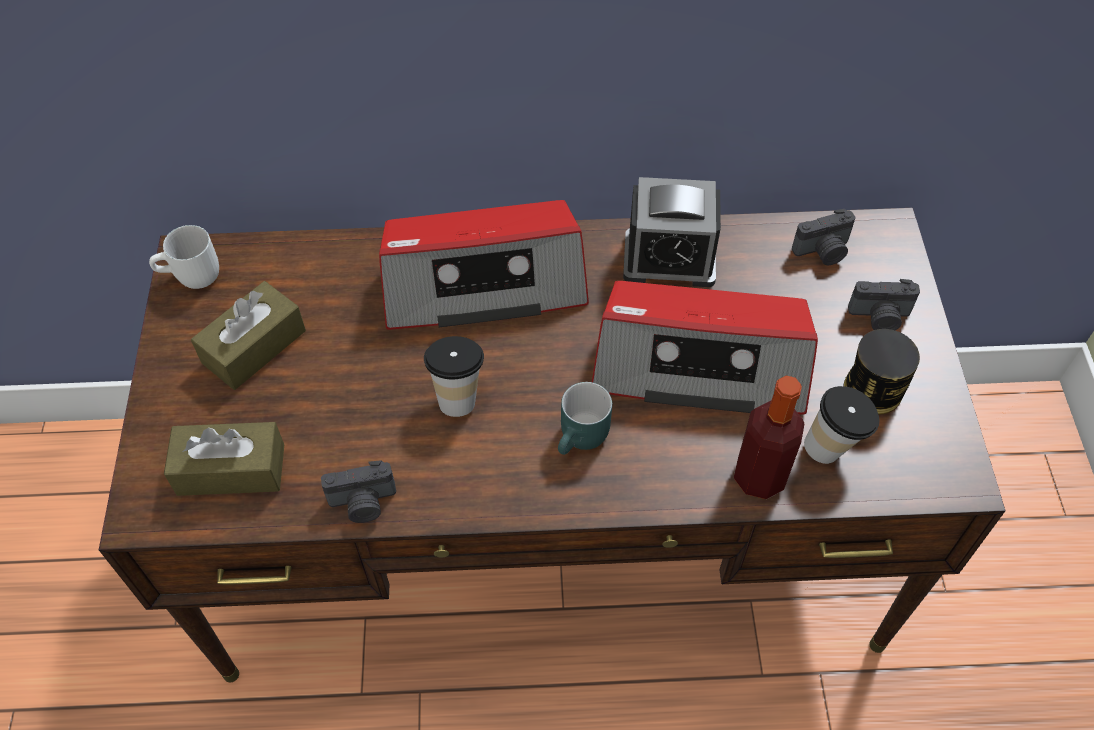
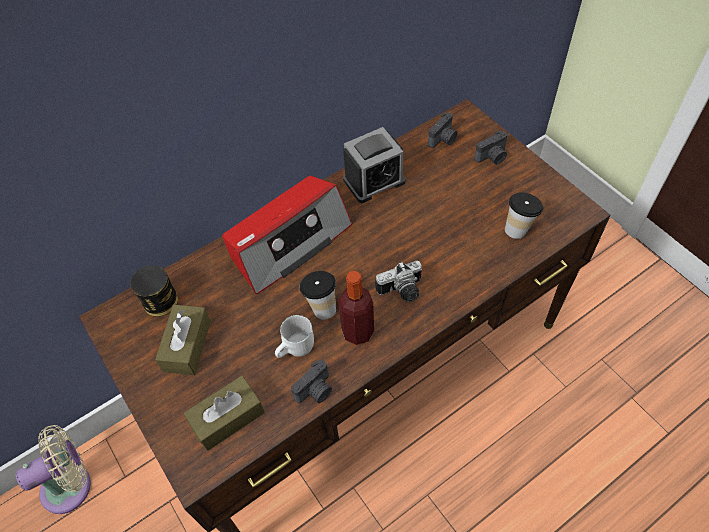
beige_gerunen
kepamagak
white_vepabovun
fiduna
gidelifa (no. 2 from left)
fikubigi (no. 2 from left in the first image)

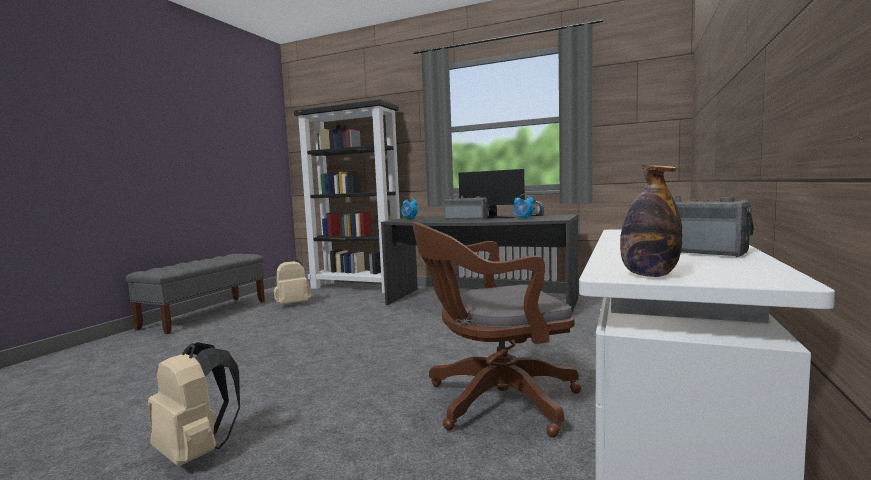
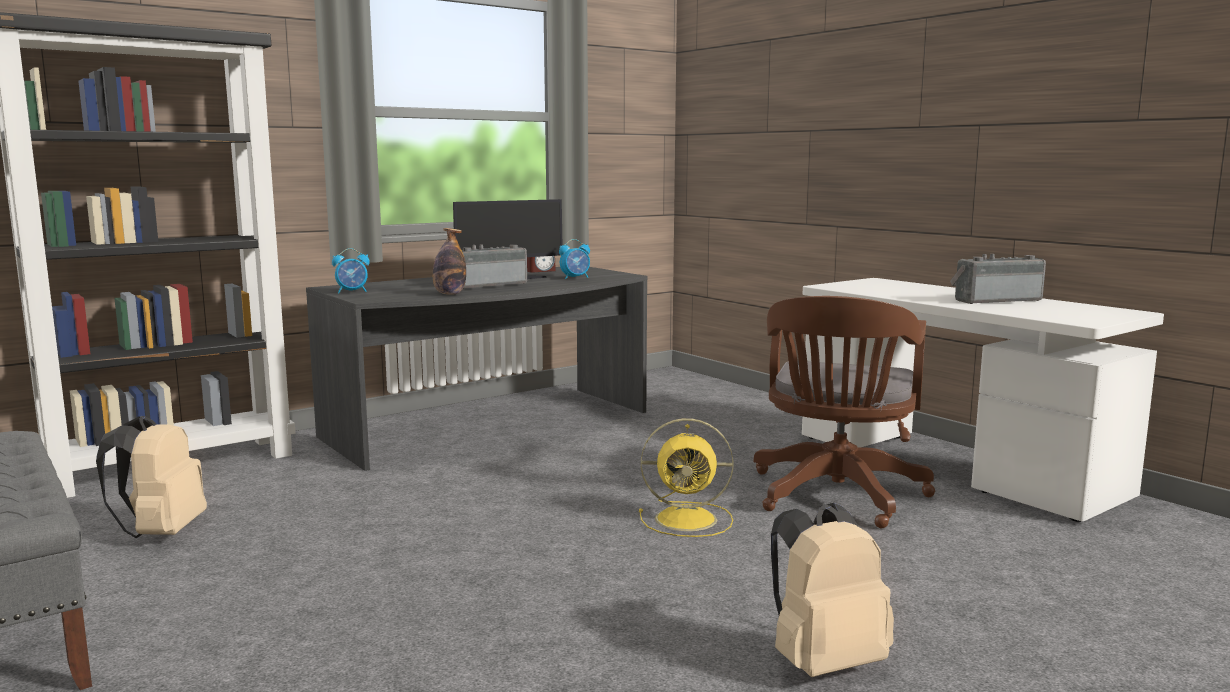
fiduna
yellow_gerunen

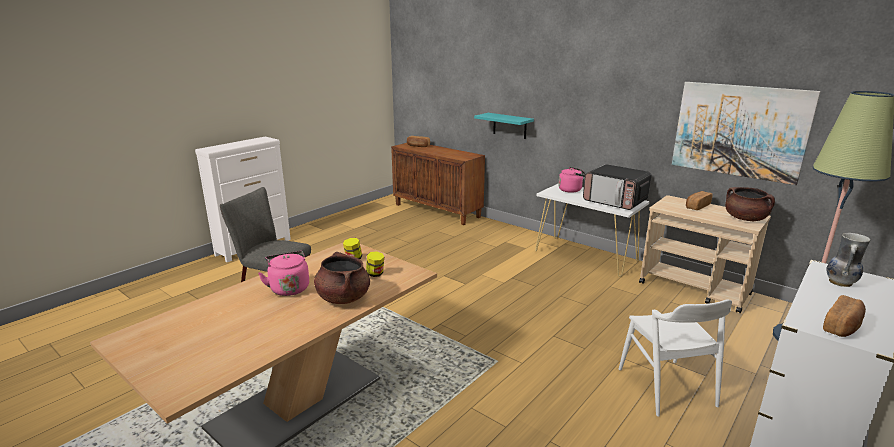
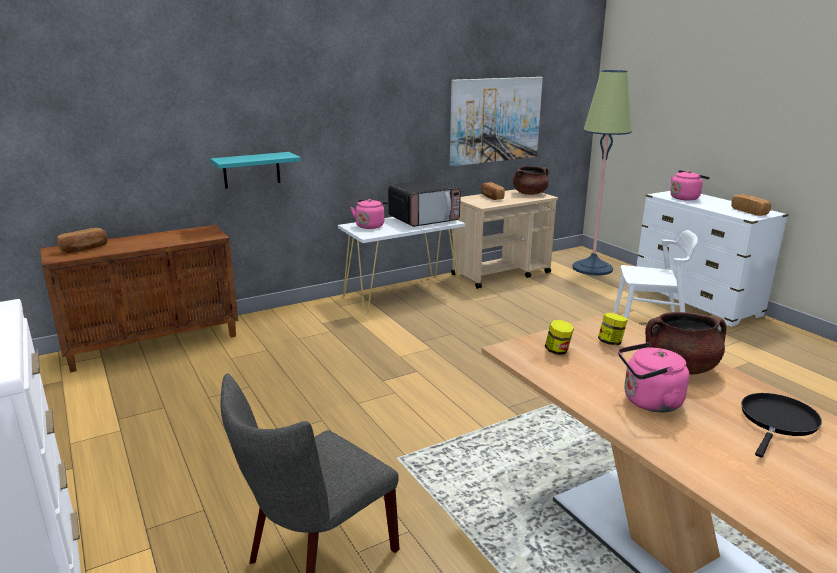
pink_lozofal (no. 3 from left)
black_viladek

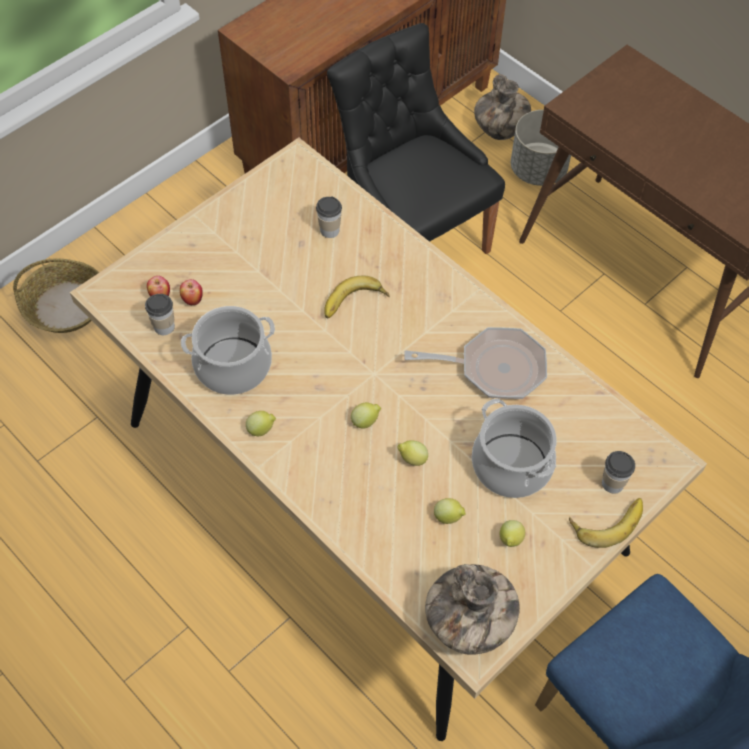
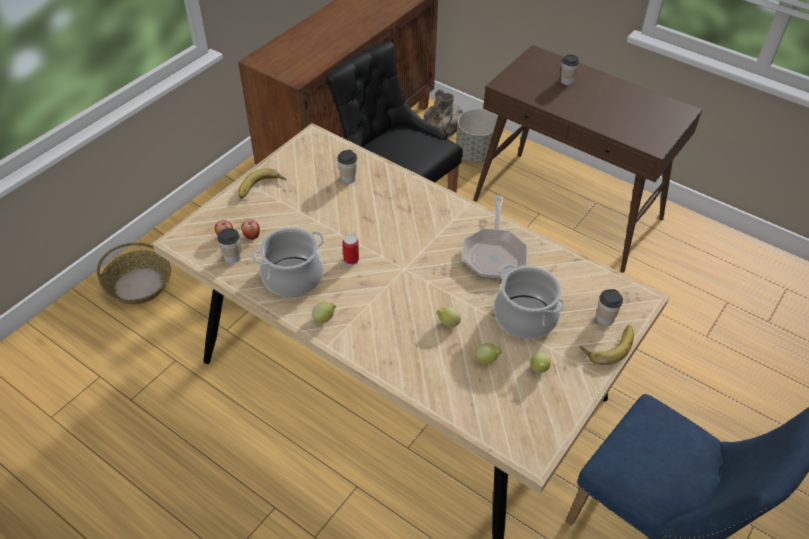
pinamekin (no. 1 from left)
kepamagak
viladek
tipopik (no. 3 from left)
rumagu (no. 2 from left in the first image)
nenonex (no. 1 from left in the first image)

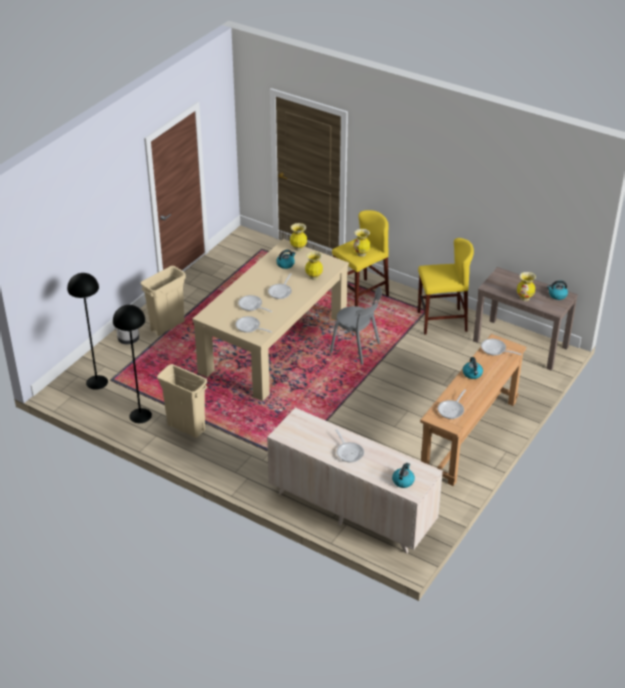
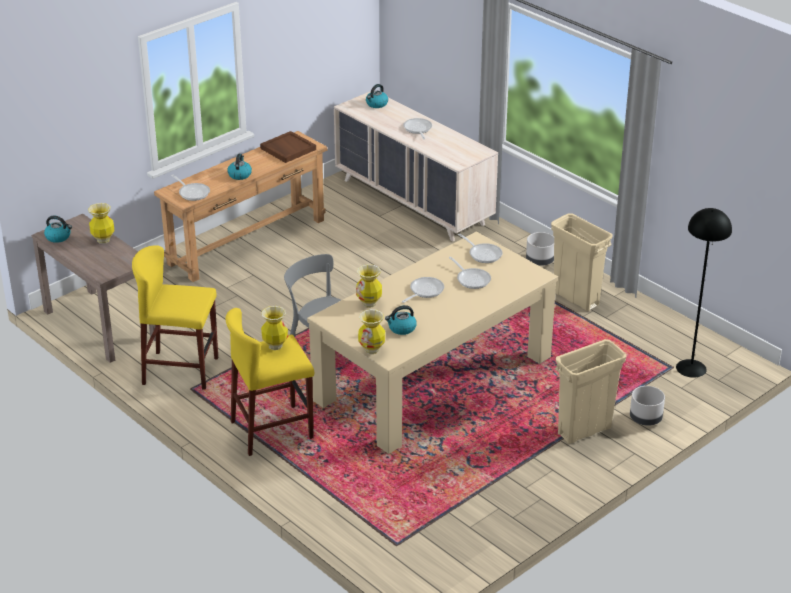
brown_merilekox
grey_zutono (no. 1 from left)
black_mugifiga (no. 2 from left in the first image)

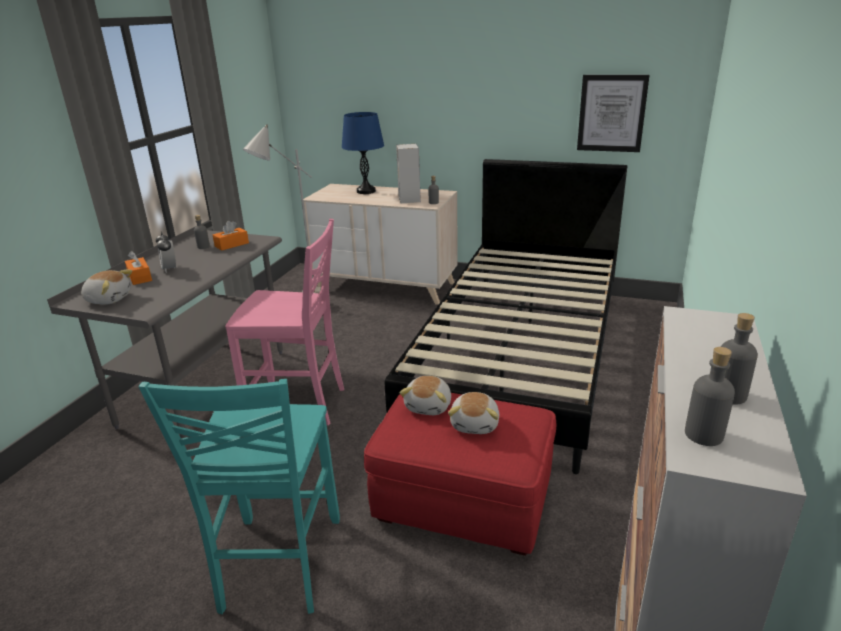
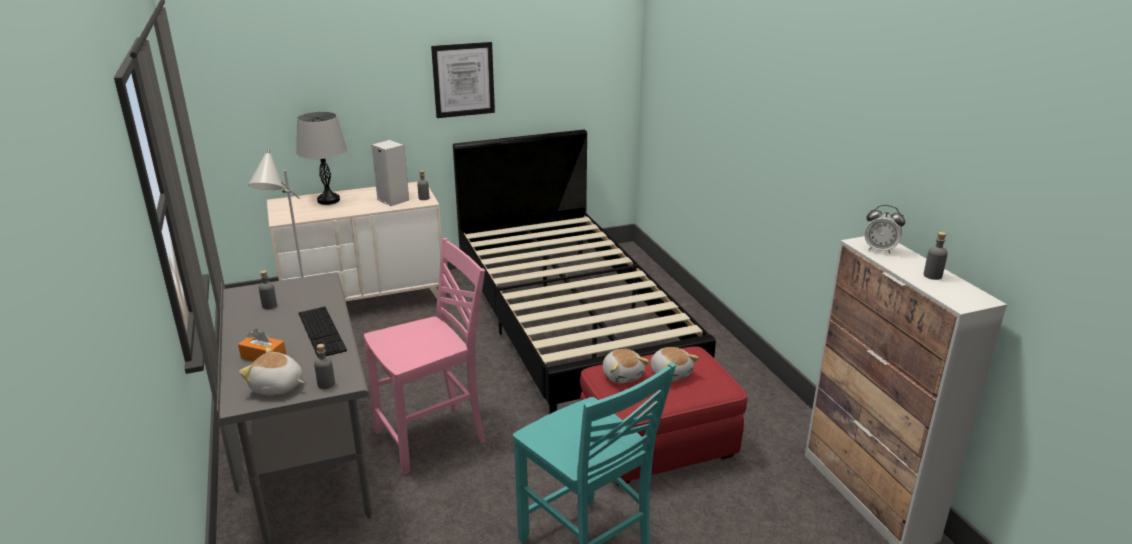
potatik (no. 1 from left)
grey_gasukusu
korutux
grey_fiduna (no. 2 from left)
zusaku
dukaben
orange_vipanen (no. 2 from left in the first image)

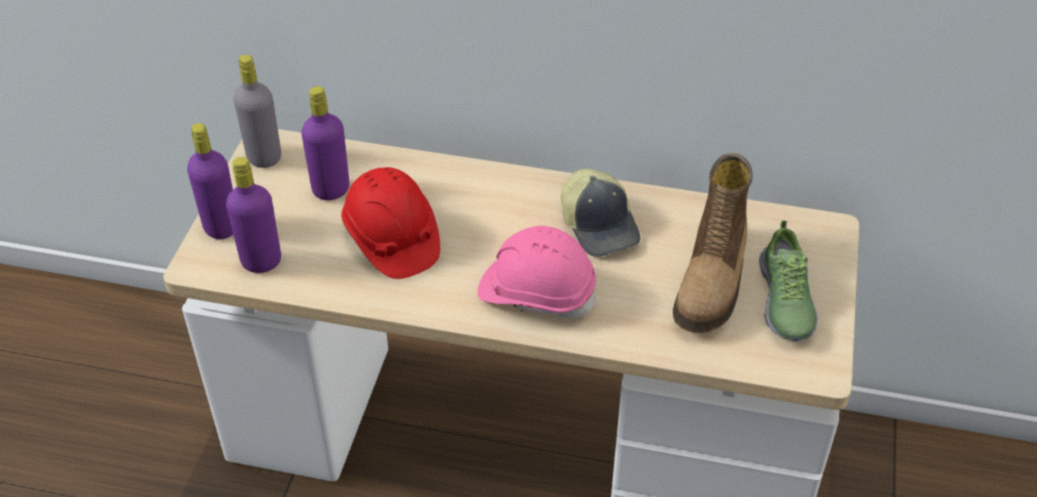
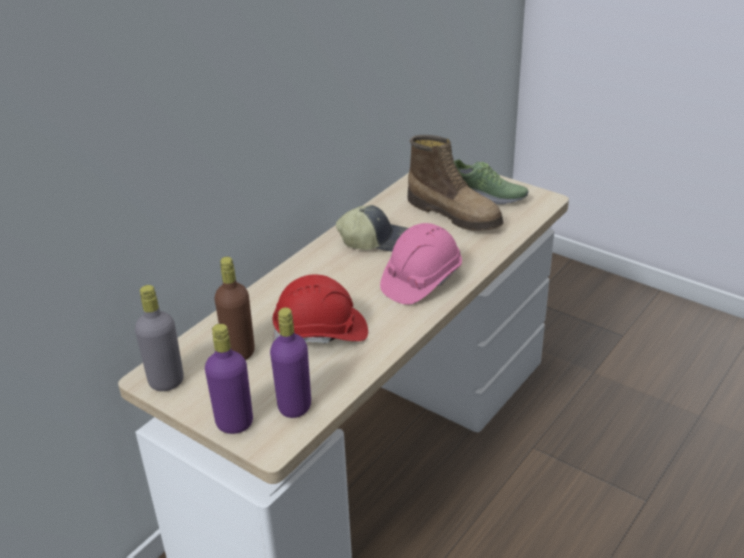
brown_fiduna

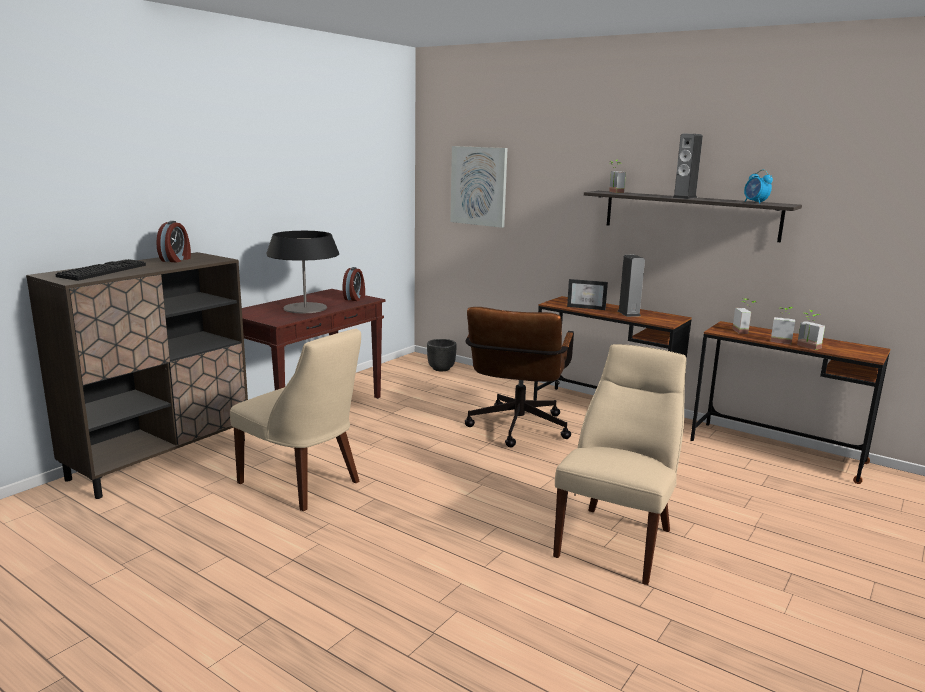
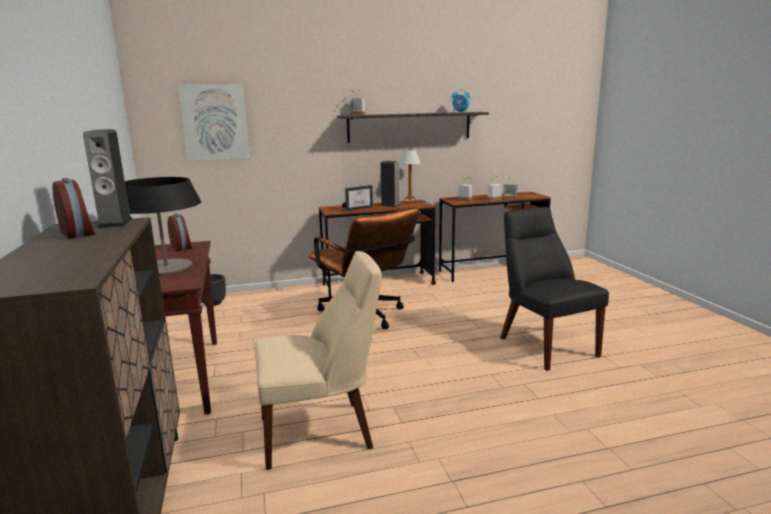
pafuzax (no. 1 from left)
gasukusu (no. 2 from left)
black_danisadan
korutux

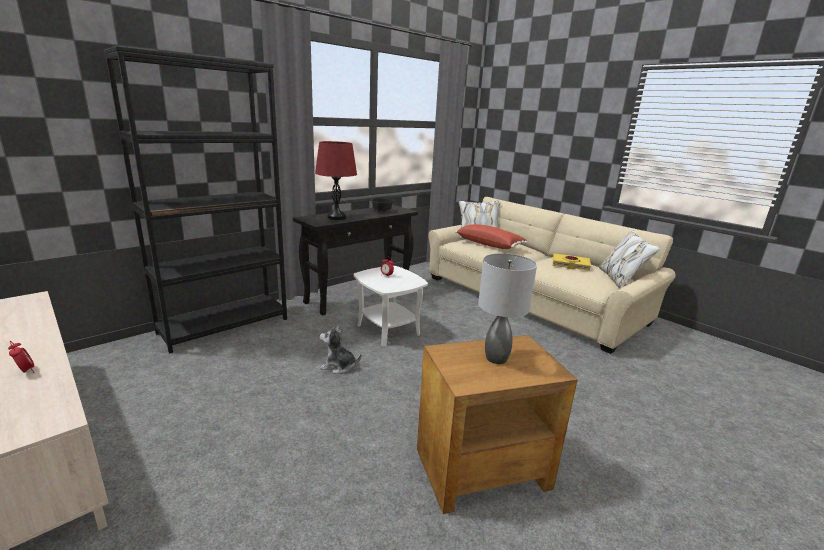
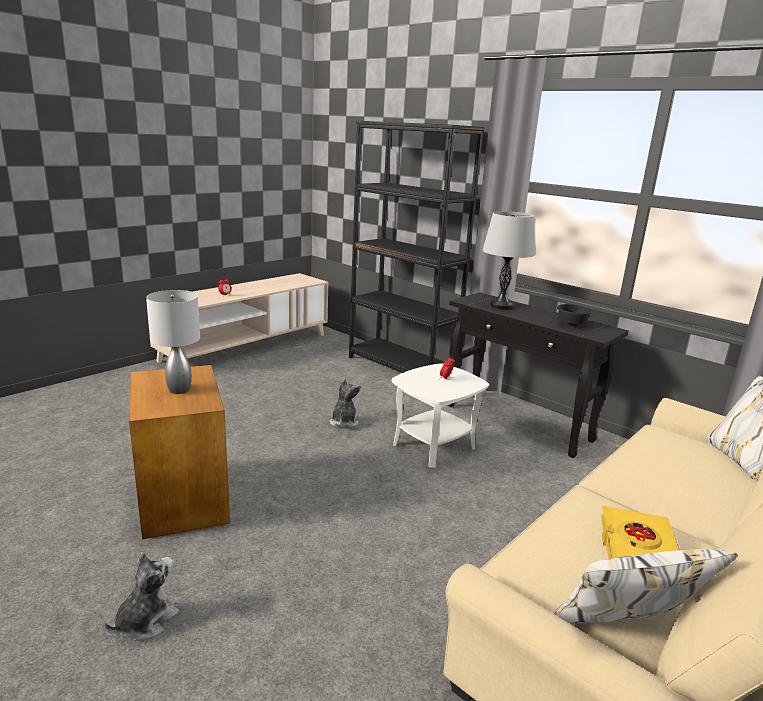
potatik (no. 1 from left)
grey_gasukusu (no. 2 from left)
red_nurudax

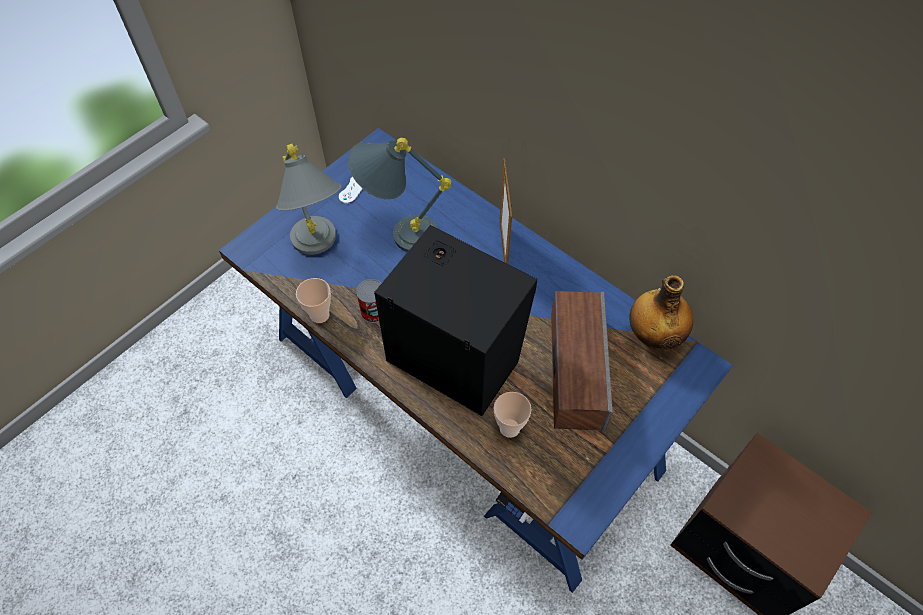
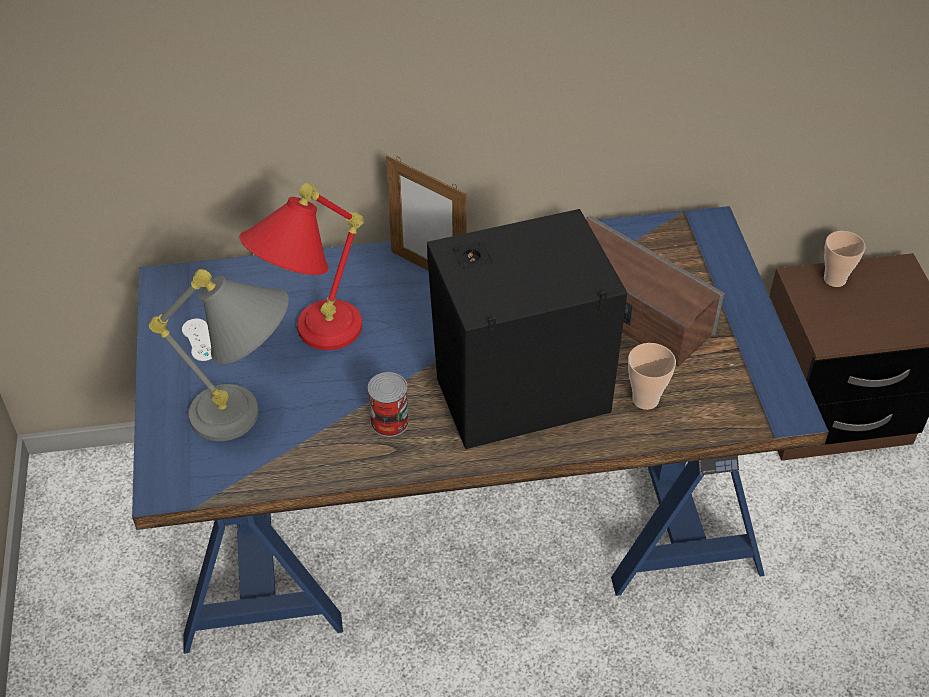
red_gasukusu
tipopik (no. 2 from left)
fiduna

